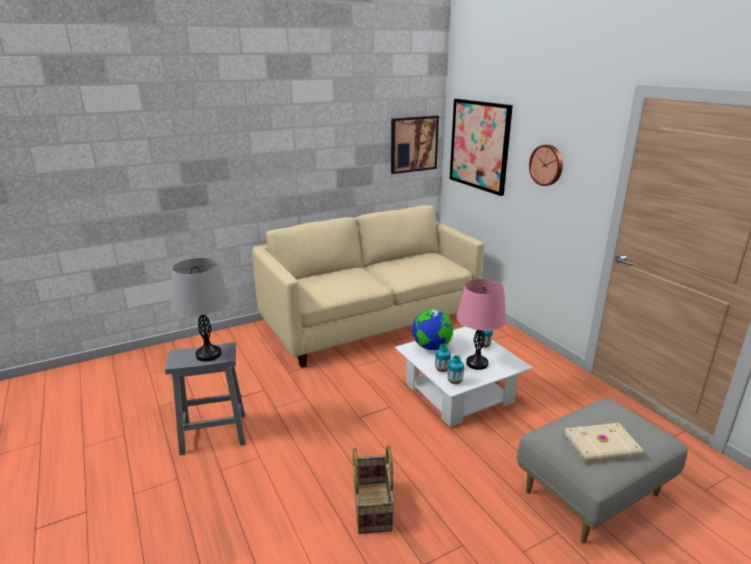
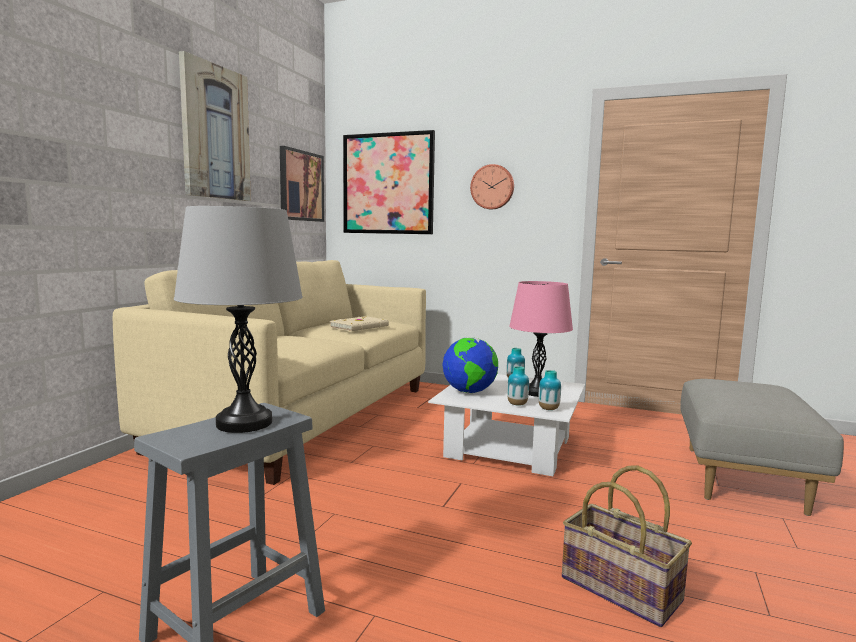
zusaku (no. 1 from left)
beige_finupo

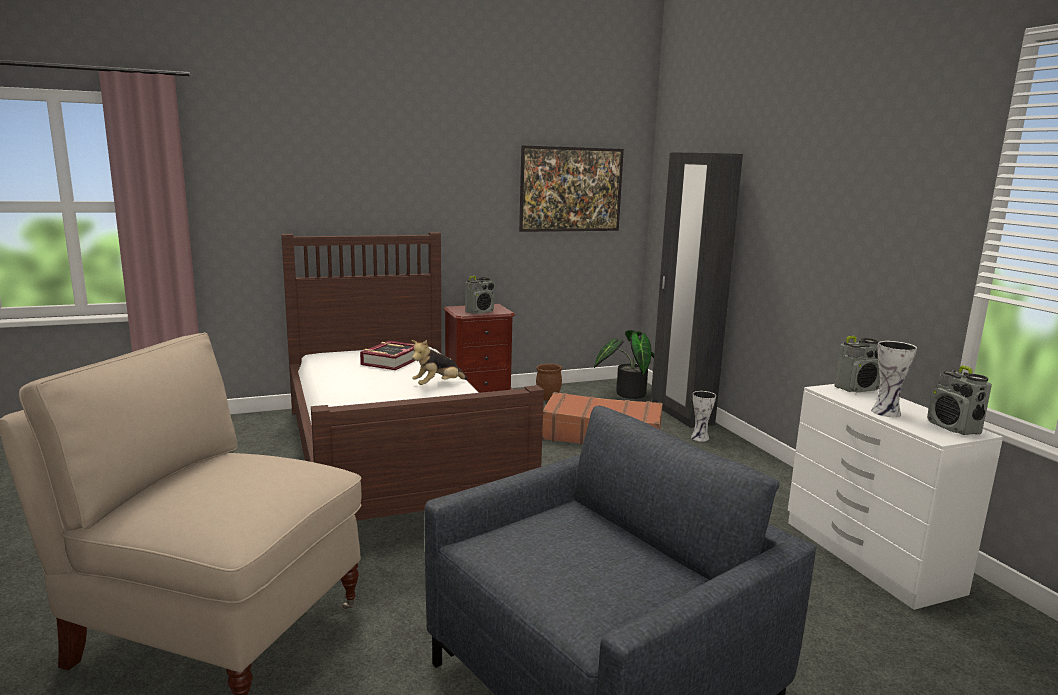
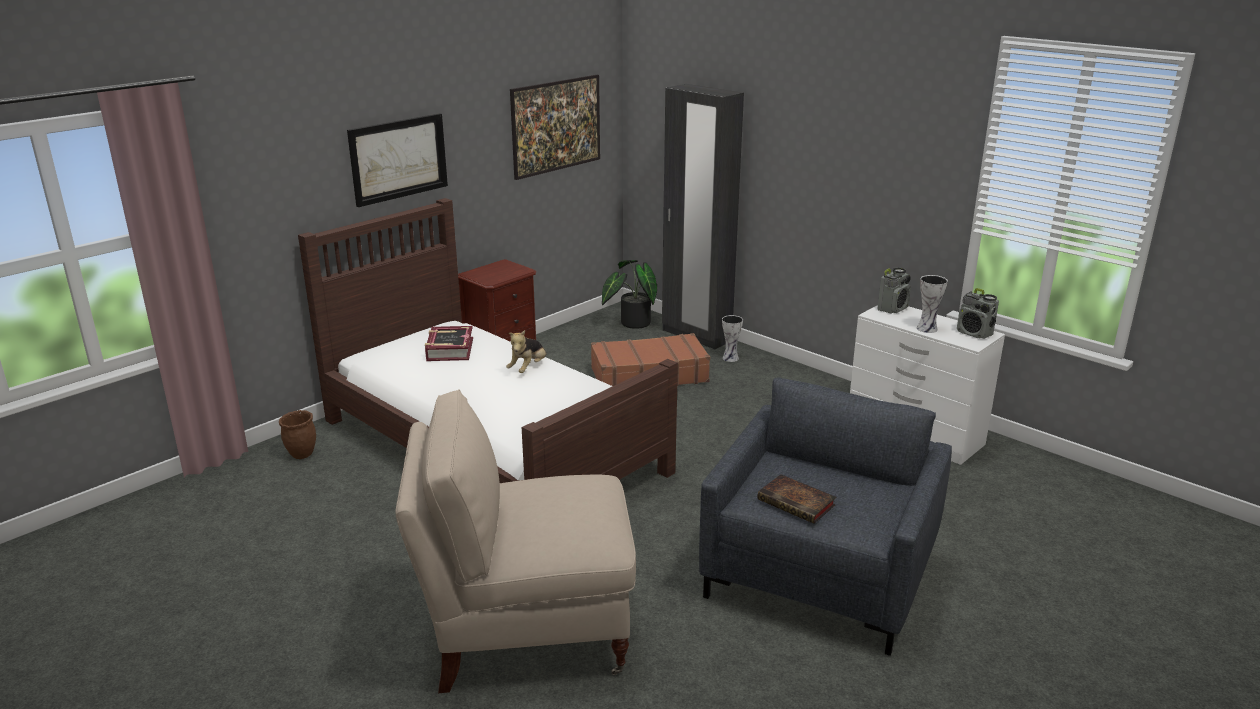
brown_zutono
zusaku (no. 1 from left)
finupo (no. 2 from left)
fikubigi (no. 1 from left in the first image)

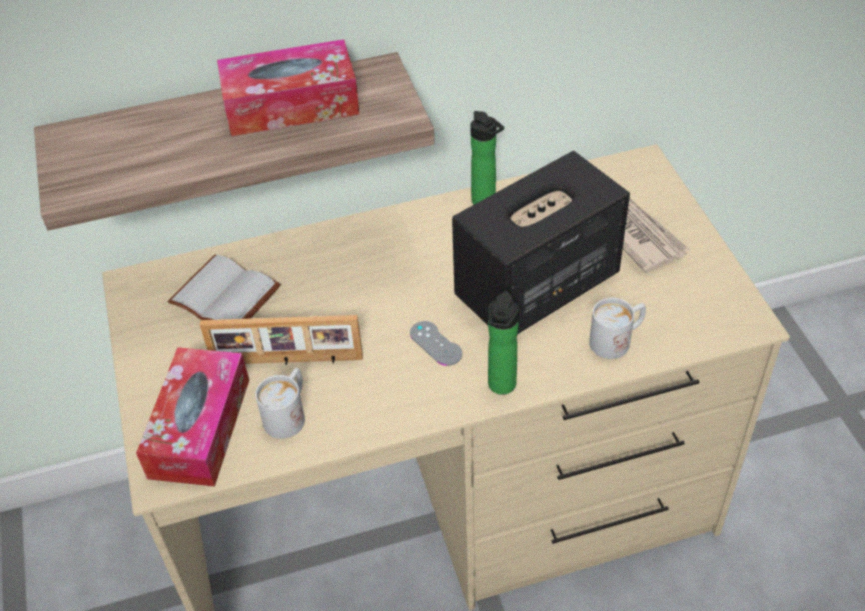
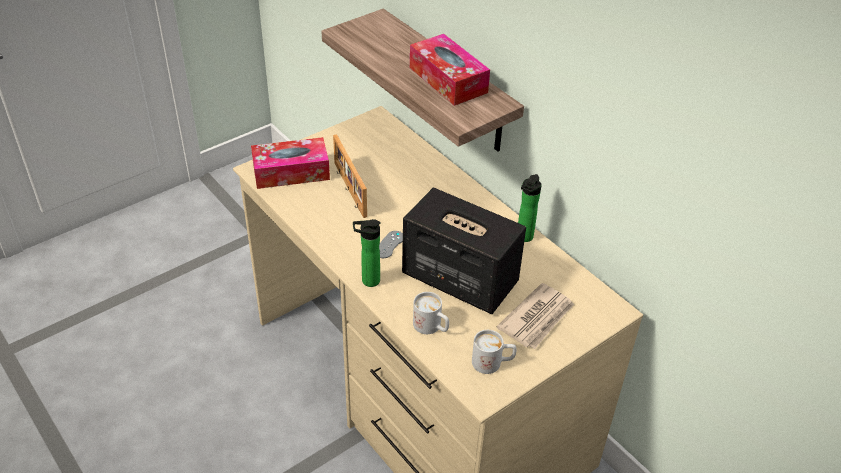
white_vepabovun (no. 2 from left)
white_finupo

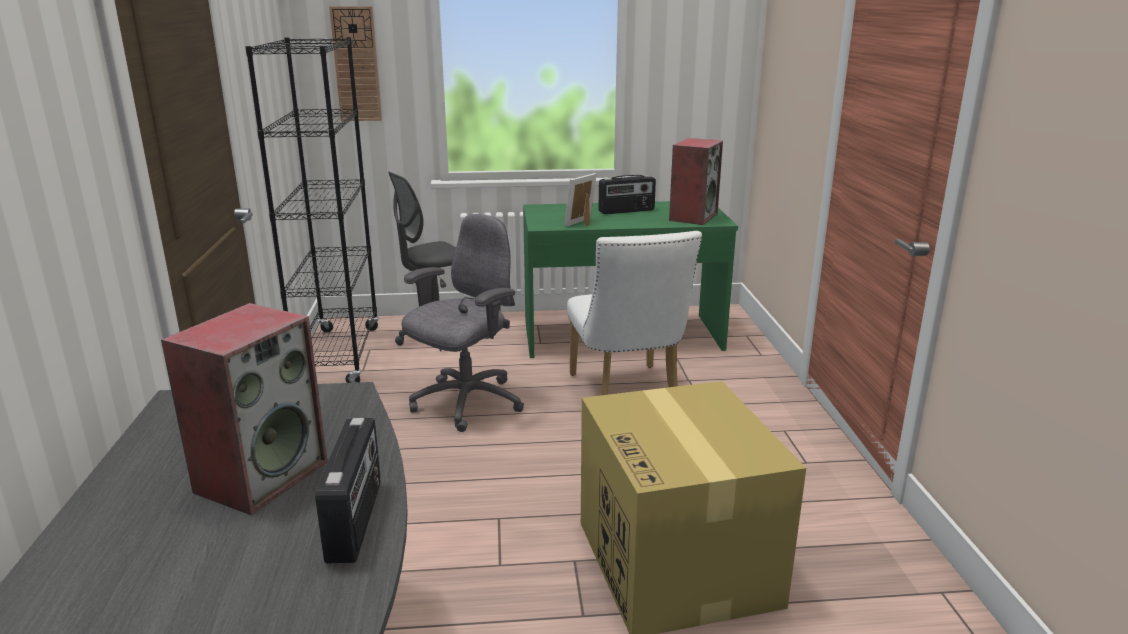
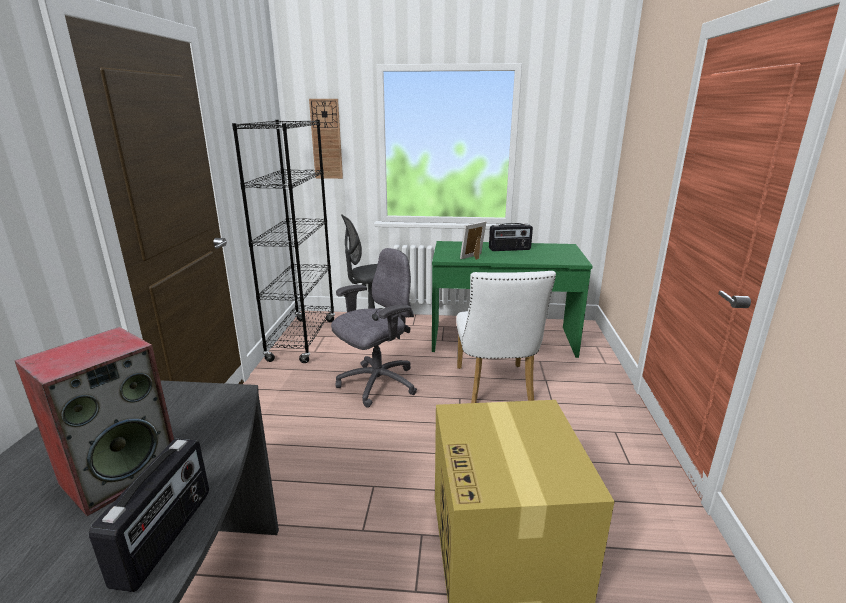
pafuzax (no. 2 from left in the first image)

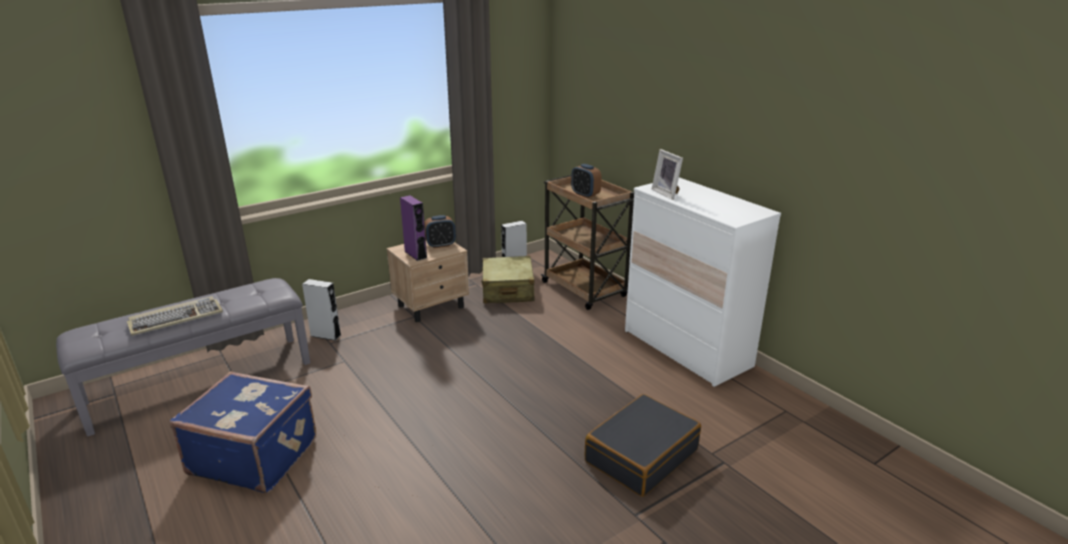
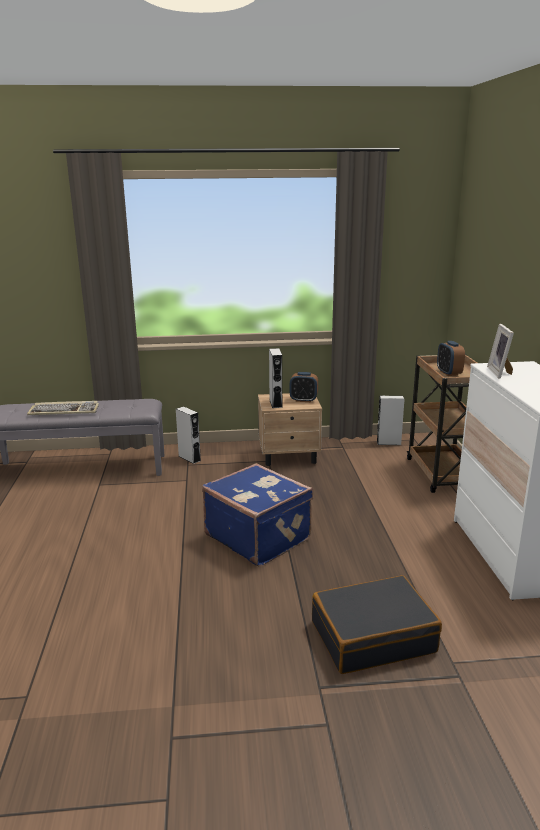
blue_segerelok
grey_pafuzax (no. 2 from left)
beige_segerelok

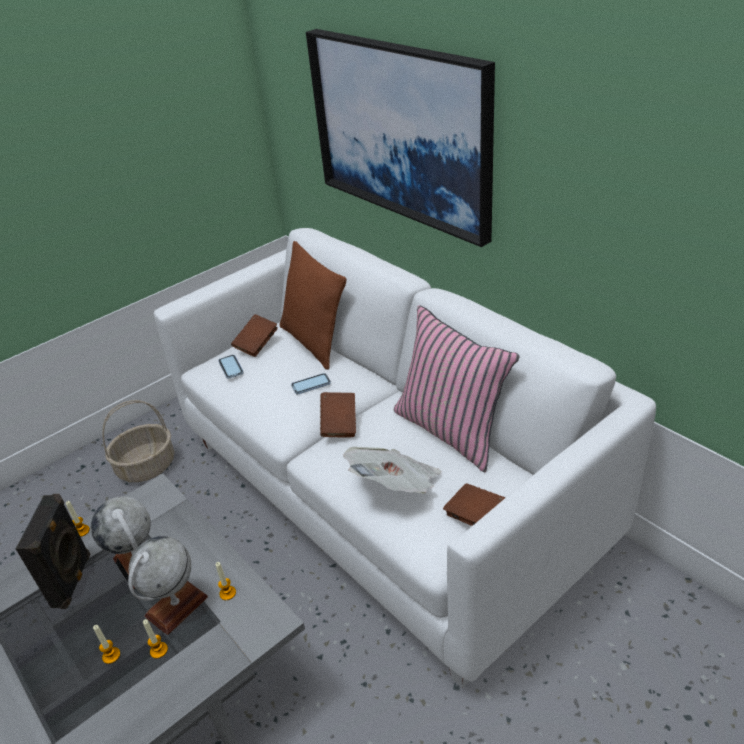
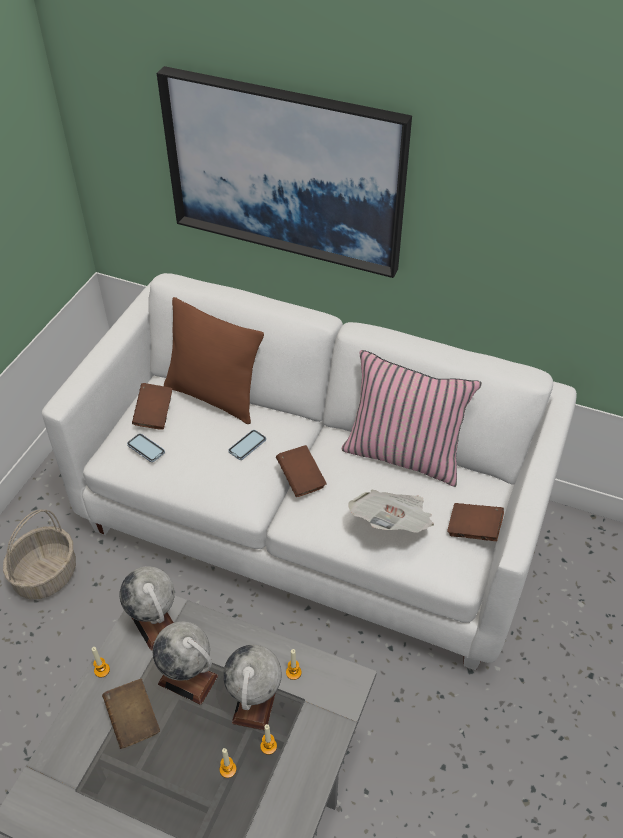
brown_finupo (no. 1 from left)
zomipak (no. 1 from left)

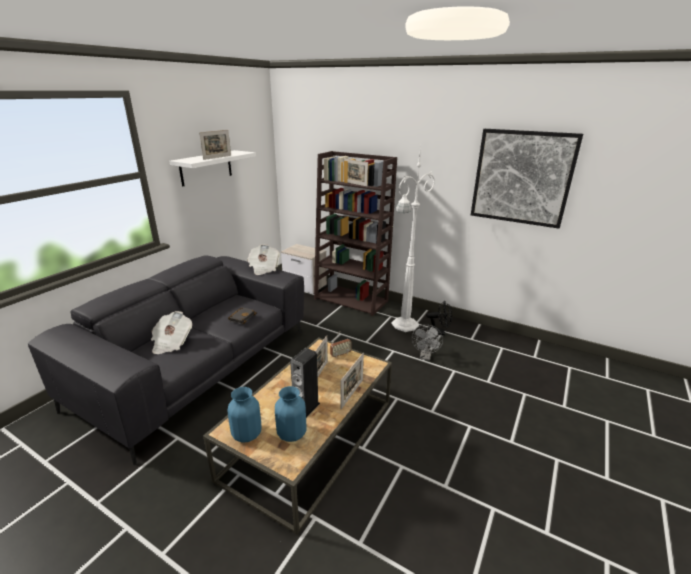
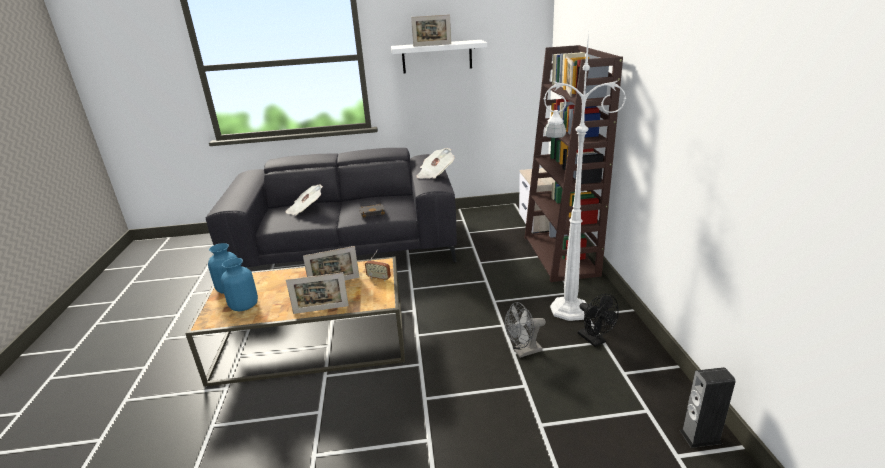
pafuzax
zusaku

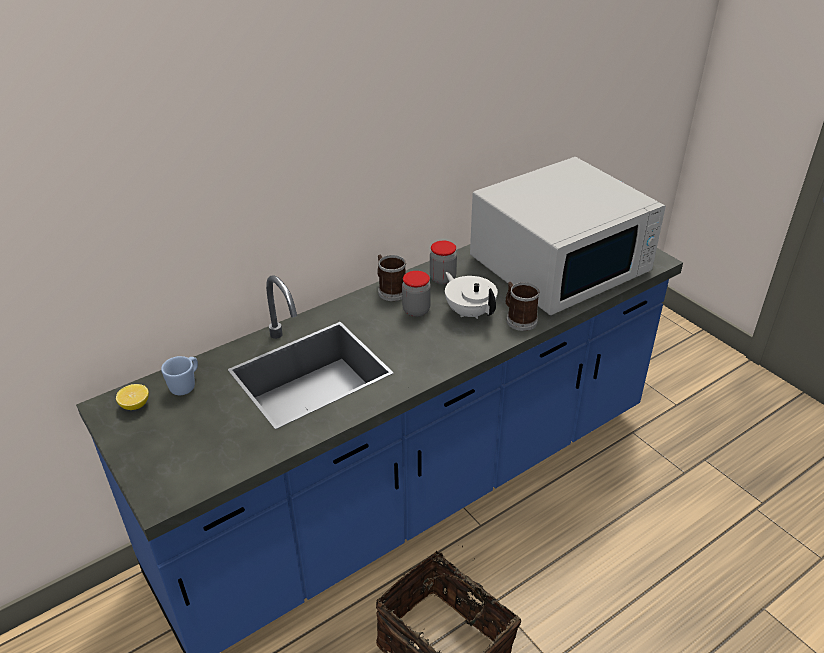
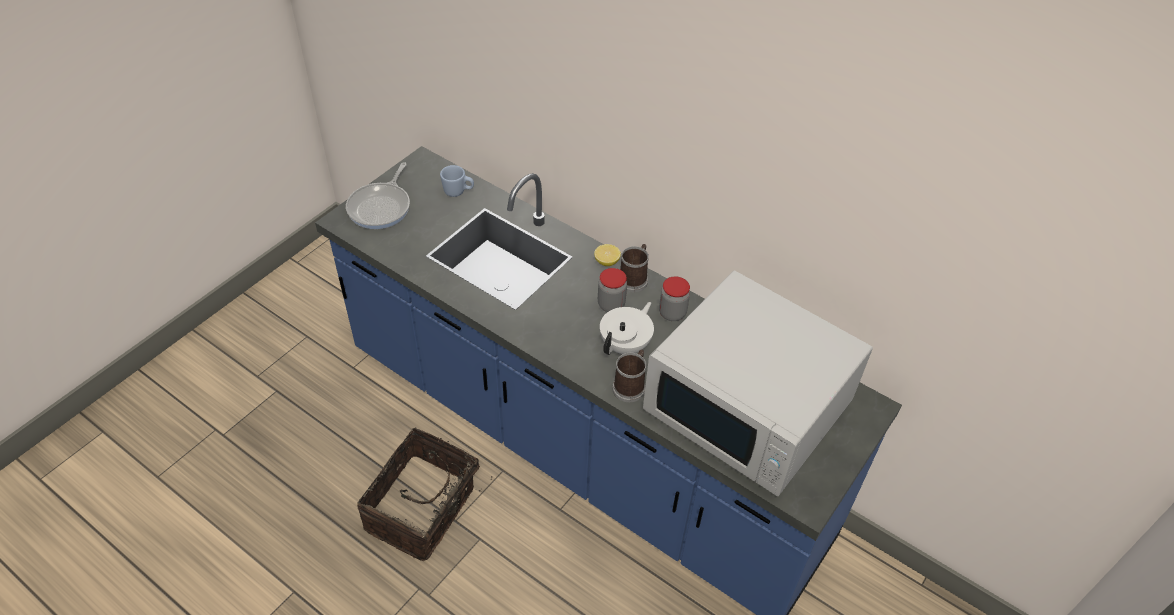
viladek
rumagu

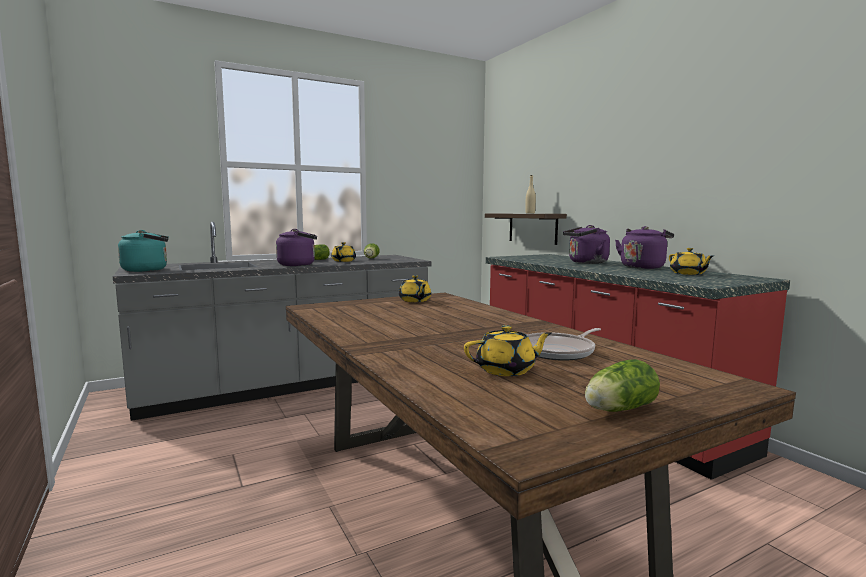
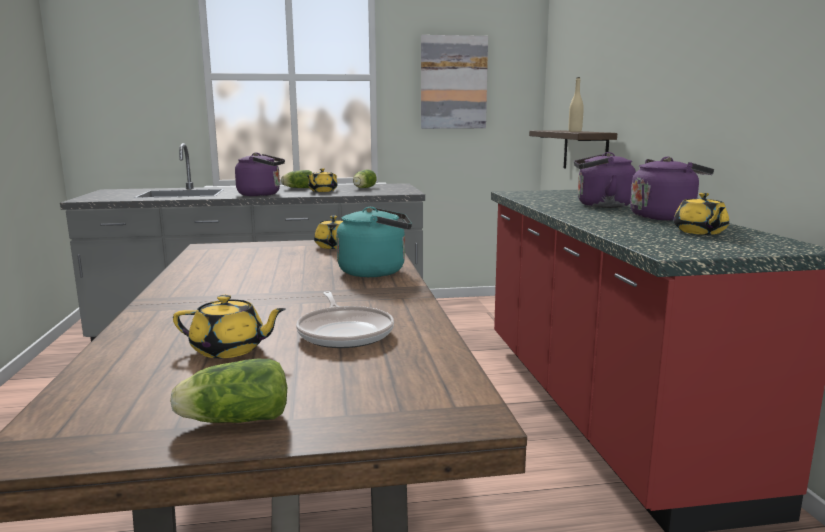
viladek
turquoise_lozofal
zusaku

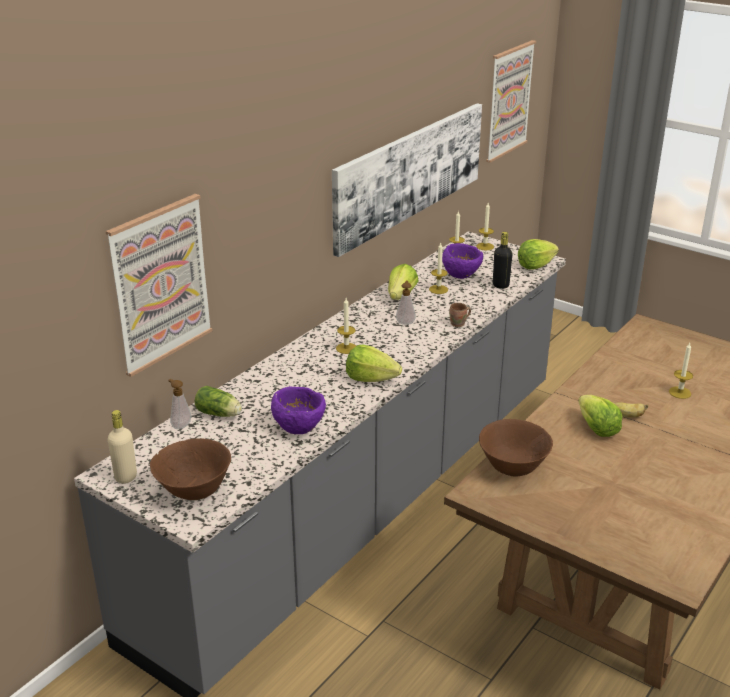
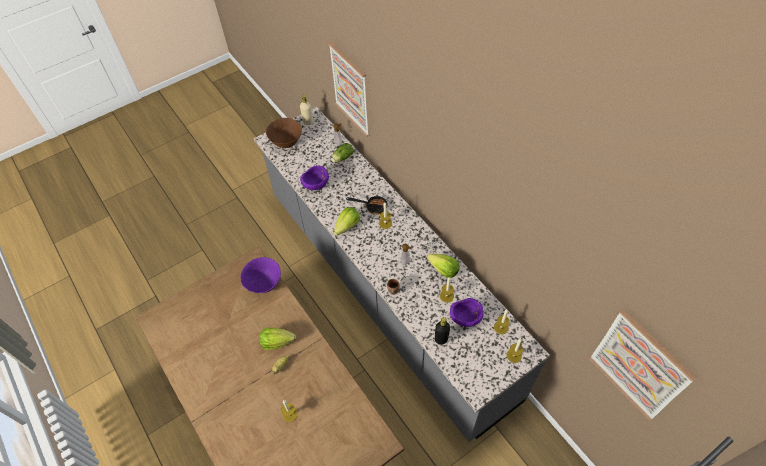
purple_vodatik (no. 1 from left)
viladek
zusaku (no. 2 from left in the first image)
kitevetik (no. 4 from left in the first image)

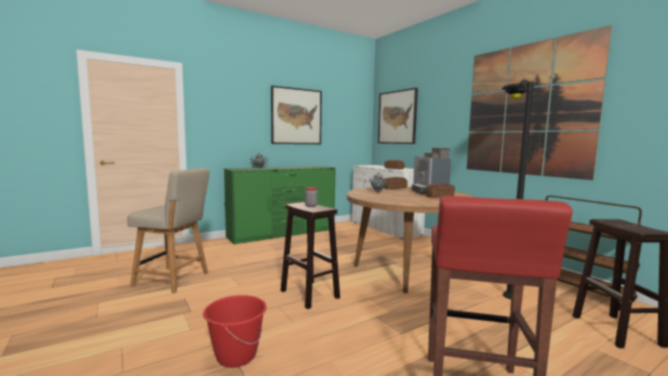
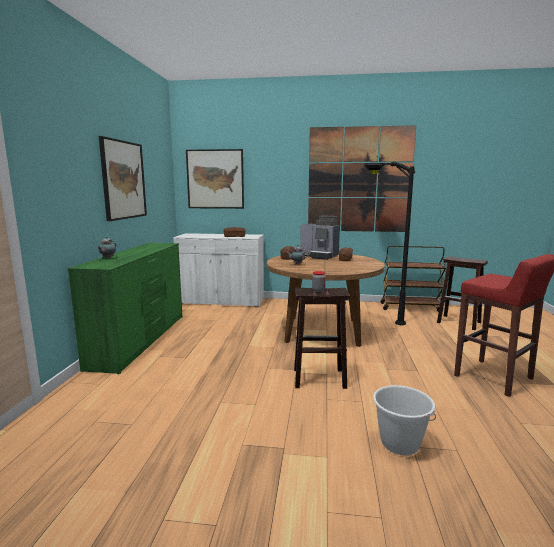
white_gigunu
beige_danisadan

